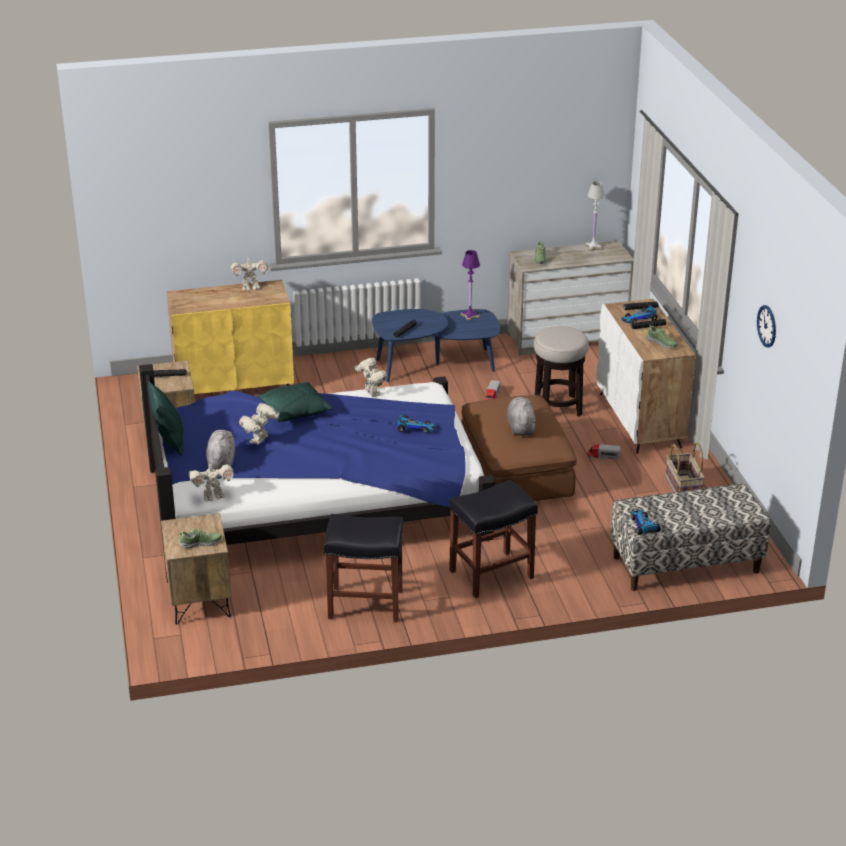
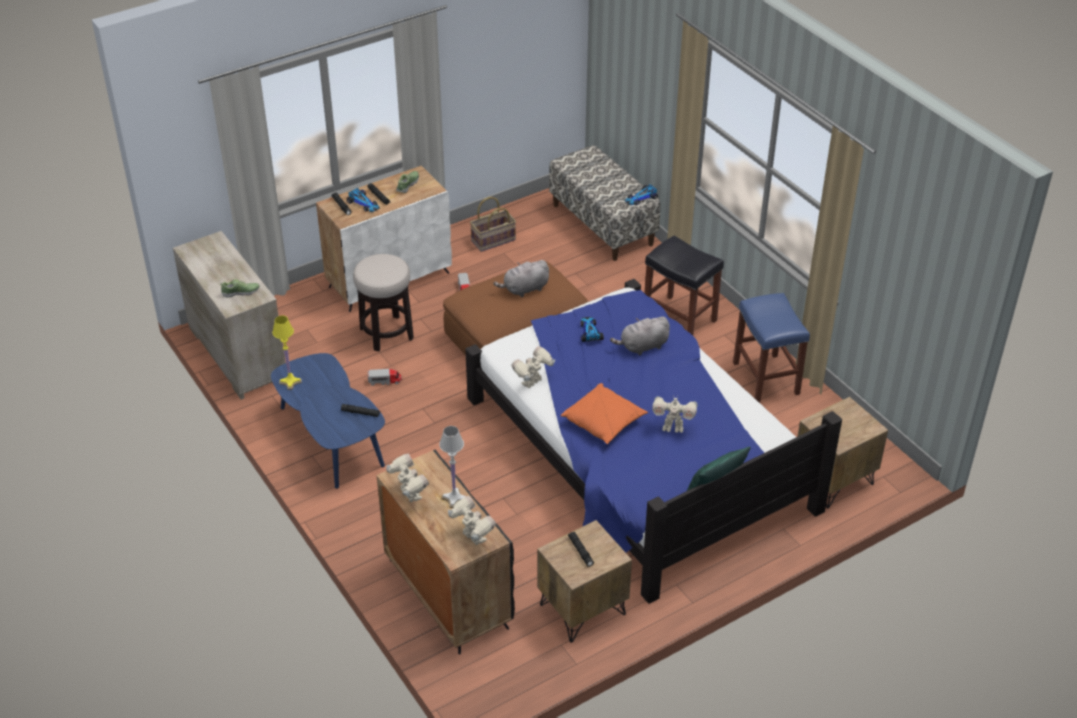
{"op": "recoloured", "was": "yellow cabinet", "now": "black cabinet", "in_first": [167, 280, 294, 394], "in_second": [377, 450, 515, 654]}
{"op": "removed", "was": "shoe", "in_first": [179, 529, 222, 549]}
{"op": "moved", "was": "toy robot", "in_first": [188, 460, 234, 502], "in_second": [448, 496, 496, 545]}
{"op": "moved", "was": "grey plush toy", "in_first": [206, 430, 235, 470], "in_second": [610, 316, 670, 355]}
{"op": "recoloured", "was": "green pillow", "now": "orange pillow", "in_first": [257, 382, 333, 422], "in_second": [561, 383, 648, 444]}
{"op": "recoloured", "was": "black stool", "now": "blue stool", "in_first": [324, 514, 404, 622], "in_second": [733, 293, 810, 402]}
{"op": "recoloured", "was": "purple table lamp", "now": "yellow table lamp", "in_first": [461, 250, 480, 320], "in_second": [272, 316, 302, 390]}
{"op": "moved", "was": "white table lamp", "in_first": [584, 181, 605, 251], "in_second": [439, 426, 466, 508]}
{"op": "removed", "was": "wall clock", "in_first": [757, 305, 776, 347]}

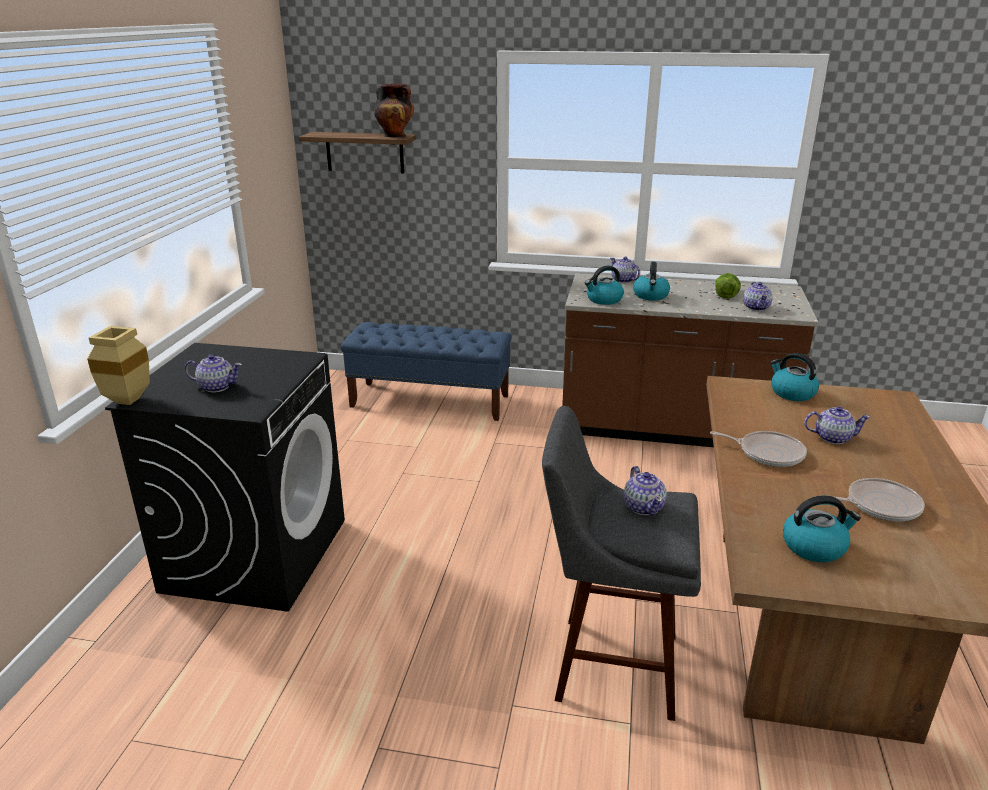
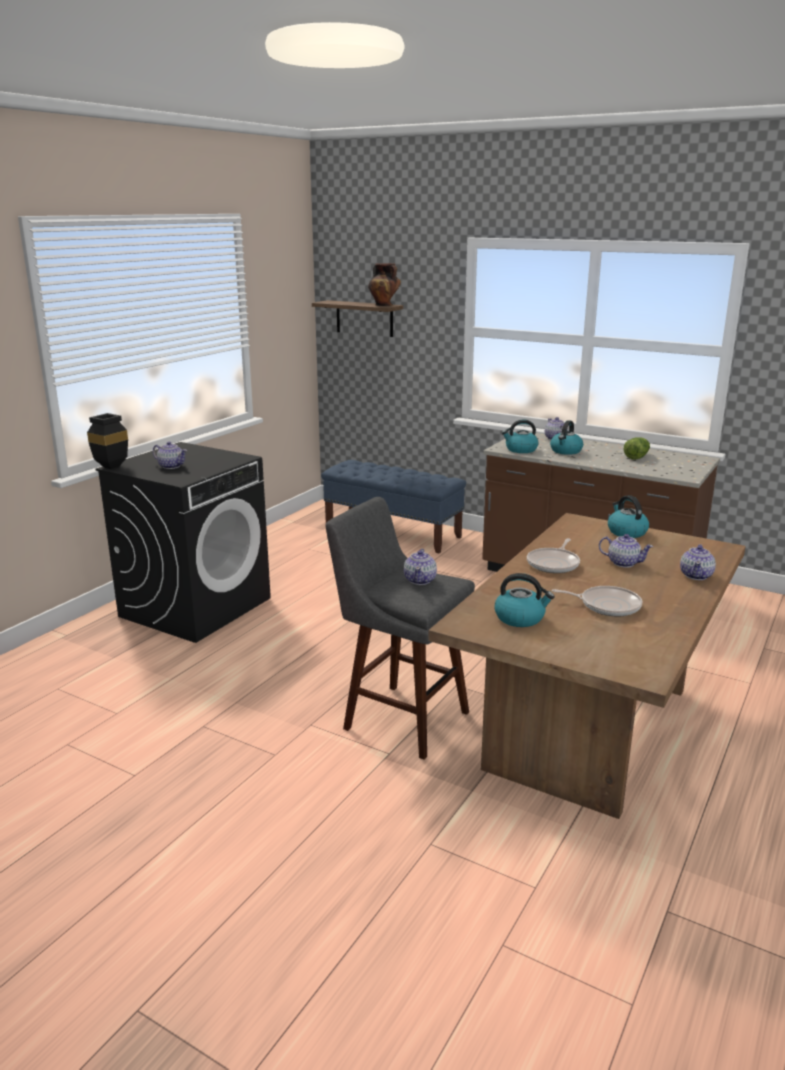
{"op": "recoloured", "was": "beige vase", "now": "black vase", "in_first": [87, 326, 150, 405], "in_second": [87, 413, 128, 469]}
{"op": "turned", "was": "frying pan", "in_first": [710, 431, 807, 467], "in_second": [527, 538, 580, 573], "clockwise": 75}
{"op": "moved", "was": "teapot", "in_first": [743, 282, 773, 311], "in_second": [680, 544, 716, 580]}

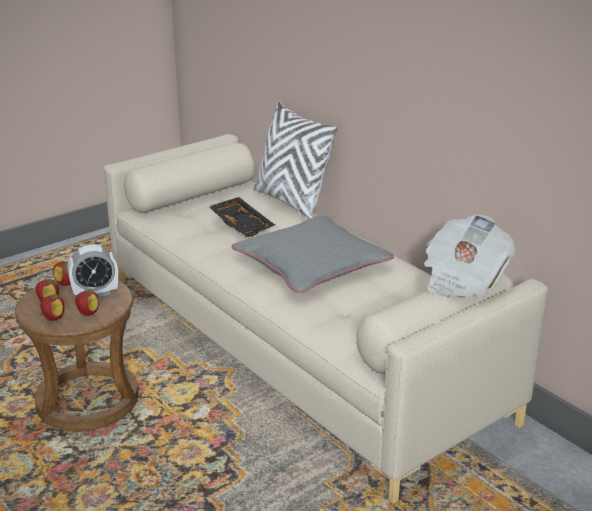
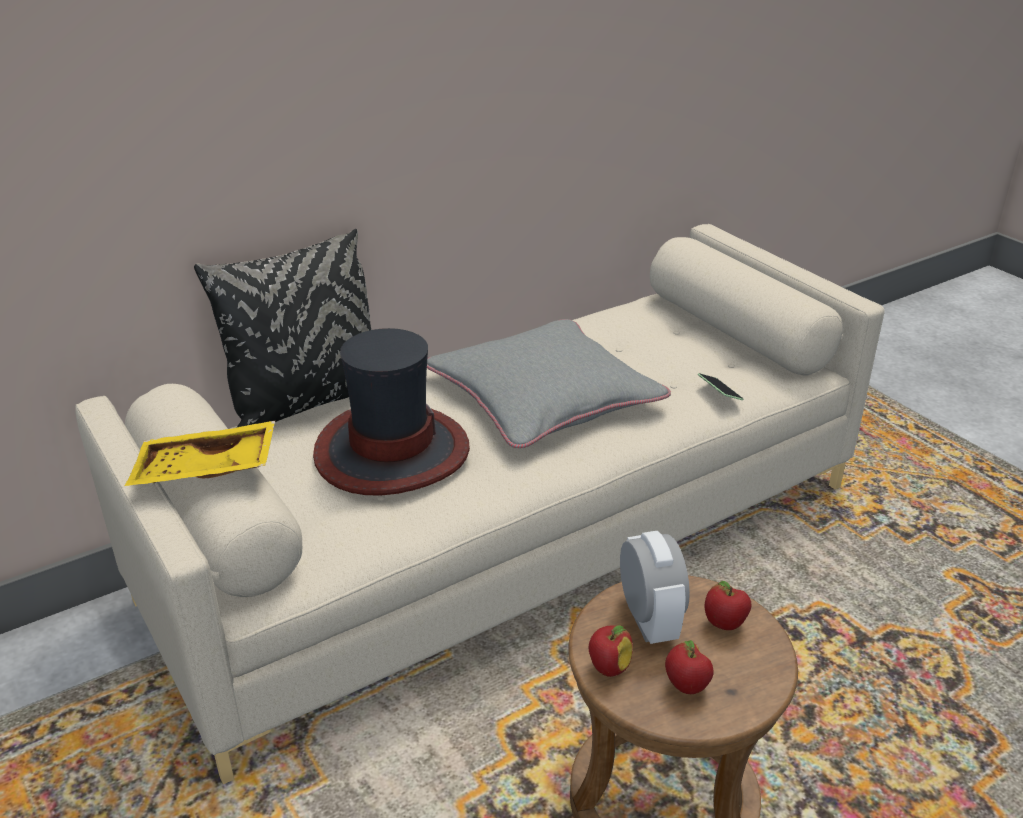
{"op": "removed", "was": "apple", "in_first": [40, 294, 64, 321]}
{"op": "replaced", "was": "black tray", "now": "hat", "in_first": [209, 197, 275, 237], "in_second": [313, 328, 470, 495]}
{"op": "recoloured", "was": "white pillow", "now": "black pillow", "in_first": [254, 102, 338, 219], "in_second": [194, 229, 372, 427]}
{"op": "removed", "was": "newspaper", "in_first": [424, 214, 515, 297]}
{"op": "added", "now": "yellow tray", "in_second": [125, 421, 275, 486]}
{"op": "added", "now": "phone", "in_second": [698, 373, 743, 400]}

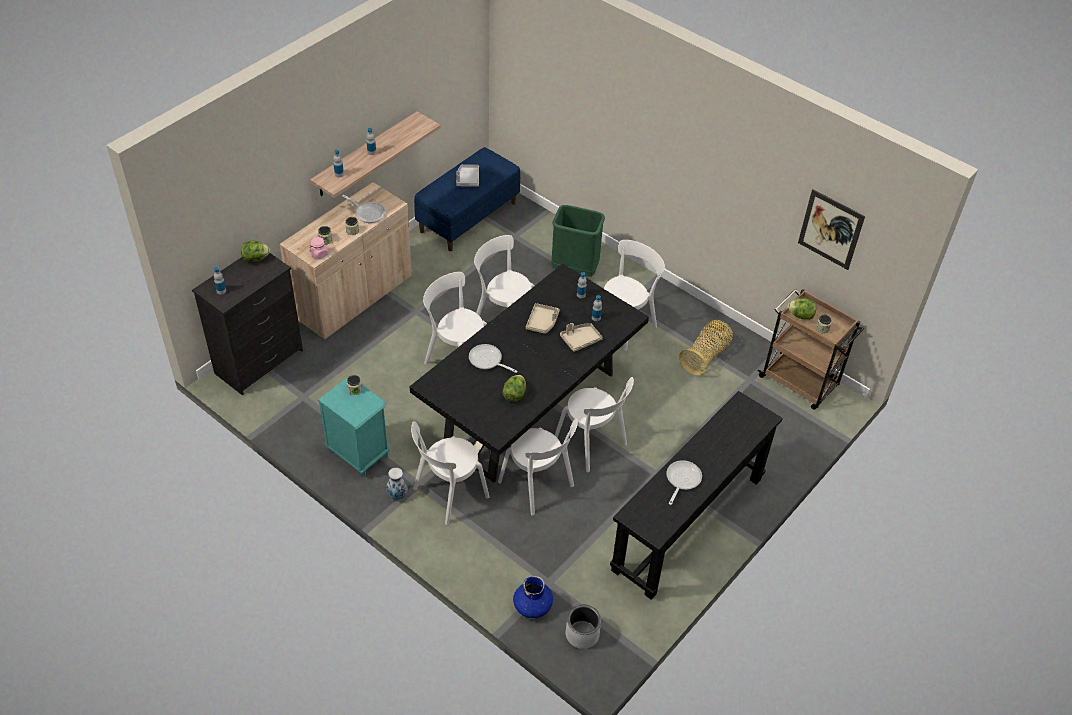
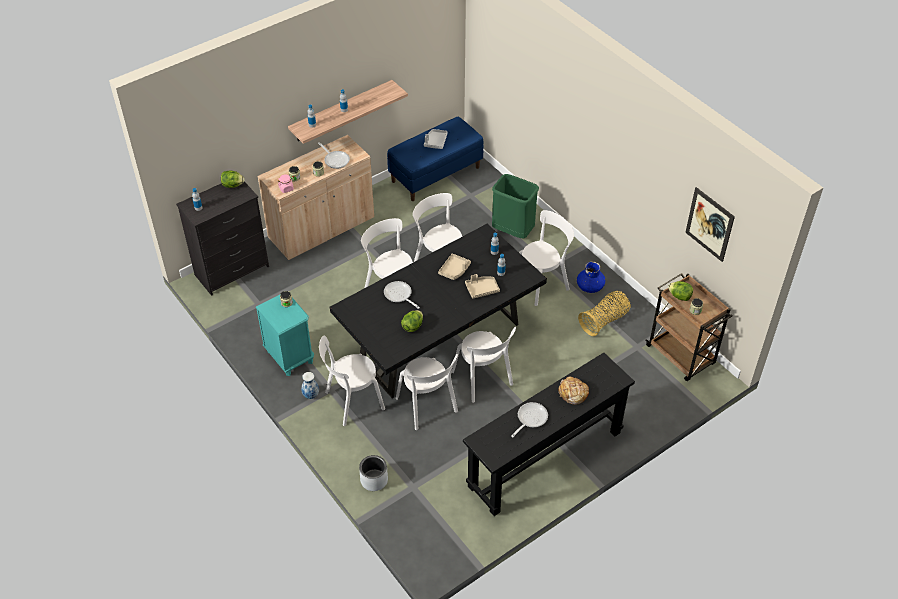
{"op": "moved", "was": "blue vase", "in_first": [513, 576, 553, 618], "in_second": [577, 262, 605, 293]}
{"op": "moved", "was": "grey planter", "in_first": [566, 605, 601, 649], "in_second": [359, 455, 388, 491]}
{"op": "added", "now": "bread", "in_second": [558, 376, 589, 405]}

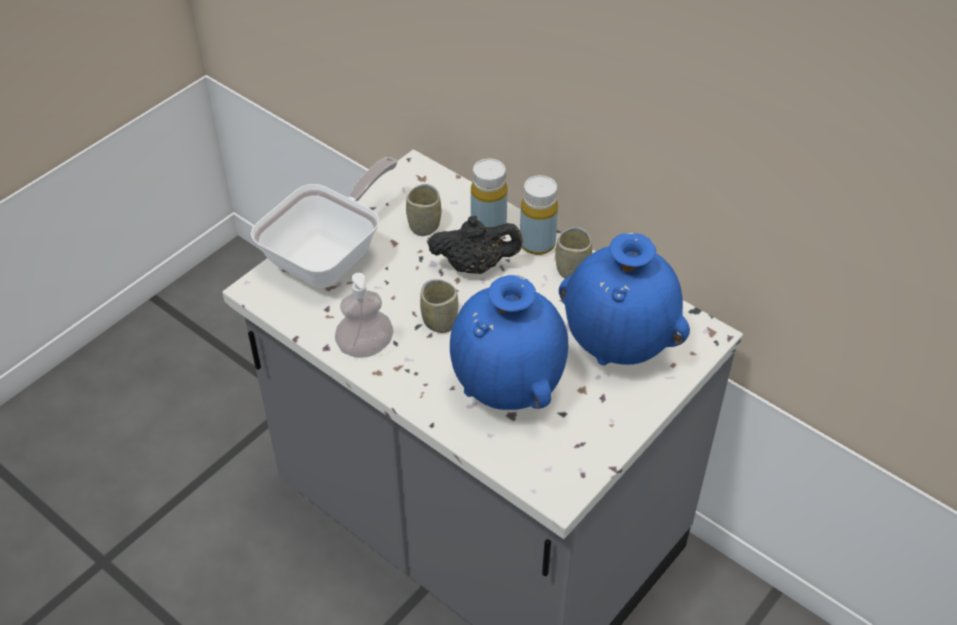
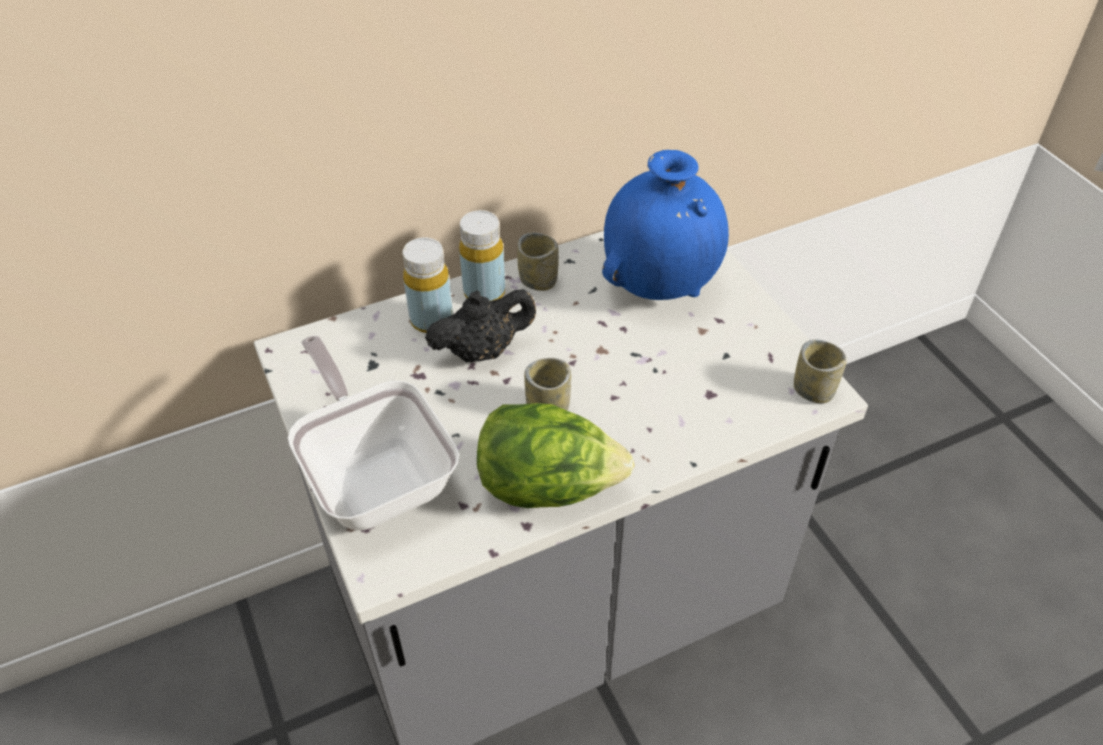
{"op": "replaced", "was": "soap dispenser", "now": "lettuce", "in_first": [335, 273, 394, 358], "in_second": [477, 403, 635, 508]}
{"op": "moved", "was": "cup", "in_first": [406, 184, 442, 236], "in_second": [794, 339, 847, 403]}
{"op": "turned", "was": "black teapot", "in_first": [428, 216, 523, 274], "in_second": [425, 289, 536, 363], "clockwise": 45}
{"op": "removed", "was": "blue vase", "in_first": [450, 275, 568, 410]}

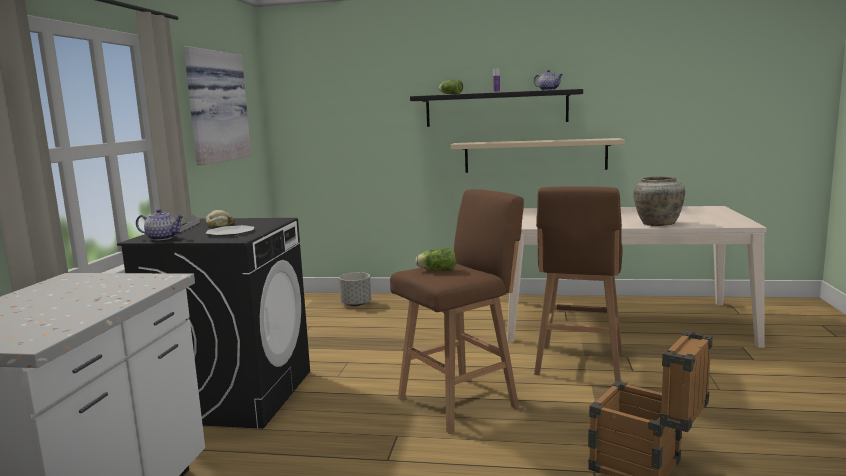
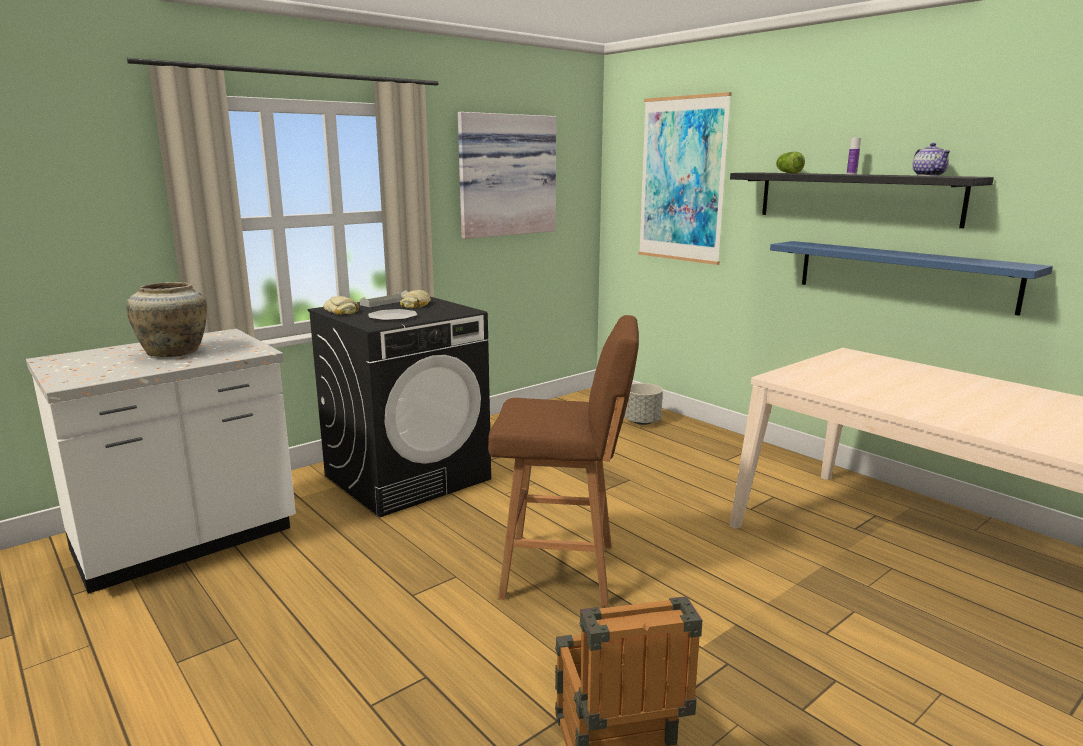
{"op": "replaced", "was": "teapot", "now": "bread", "in_first": [136, 209, 184, 241], "in_second": [323, 296, 359, 315]}
{"op": "removed", "was": "lettuce", "in_first": [416, 248, 456, 271]}
{"op": "recoloured", "was": "beige shelf", "now": "blue shelf", "in_first": [450, 138, 625, 173], "in_second": [770, 241, 1053, 316]}
{"op": "removed", "was": "brown stool", "in_first": [534, 186, 622, 382]}
{"op": "moved", "was": "beige vase", "in_first": [633, 177, 685, 226], "in_second": [126, 282, 207, 357]}
{"op": "added", "now": "picture", "in_second": [638, 92, 732, 265]}

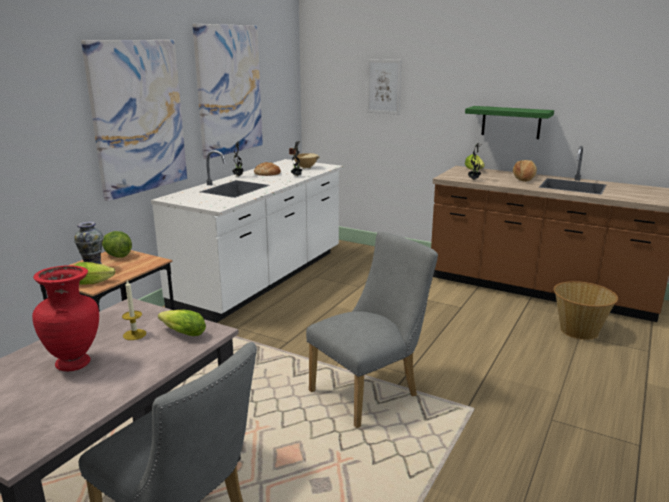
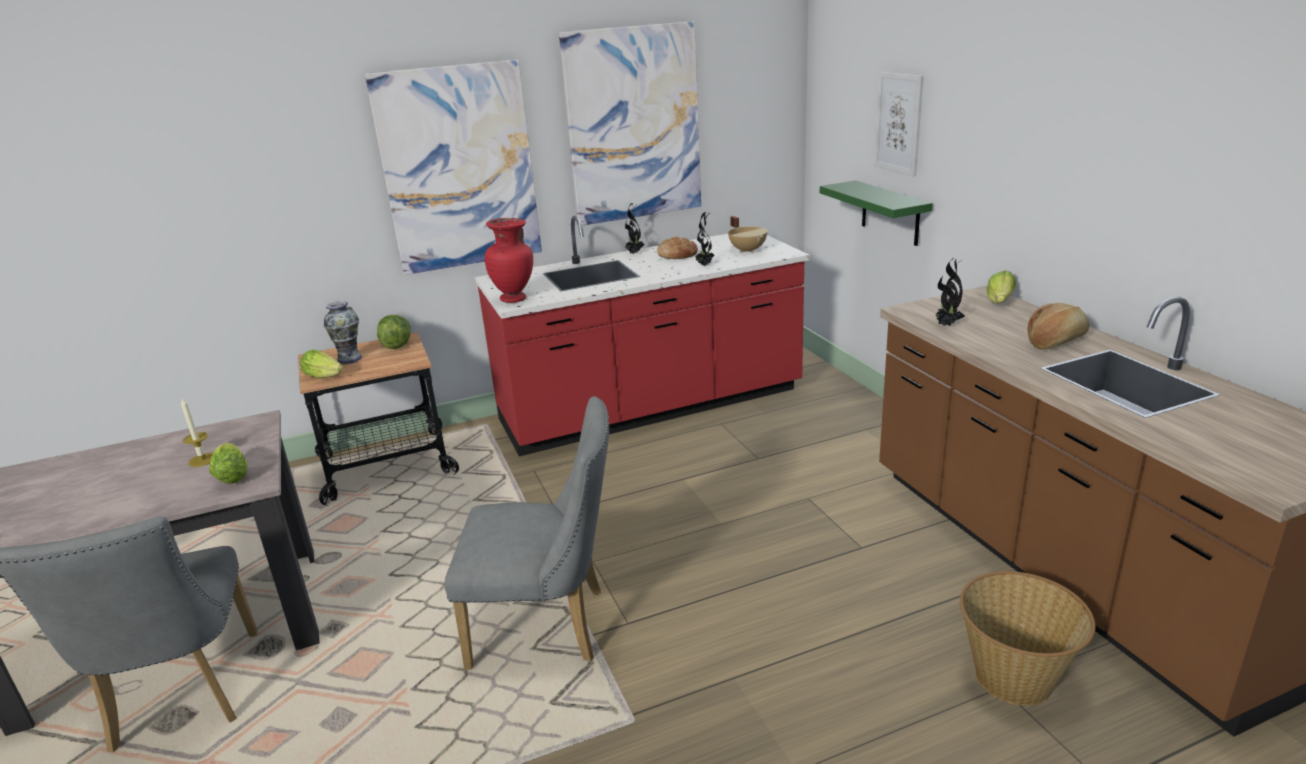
{"op": "moved", "was": "red vase", "in_first": [32, 265, 99, 371], "in_second": [485, 218, 533, 303]}
{"op": "recoloured", "was": "white counter", "now": "red counter", "in_first": [151, 150, 343, 323], "in_second": [475, 216, 810, 456]}
{"op": "moved", "was": "green shelf", "in_first": [465, 106, 554, 139], "in_second": [820, 180, 933, 246]}

